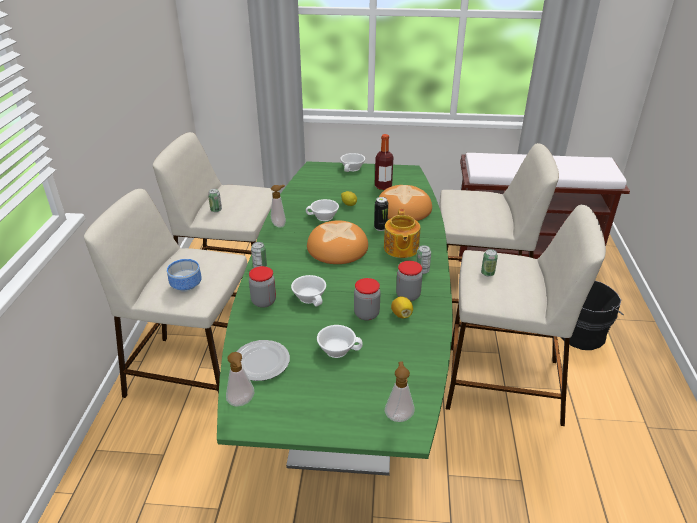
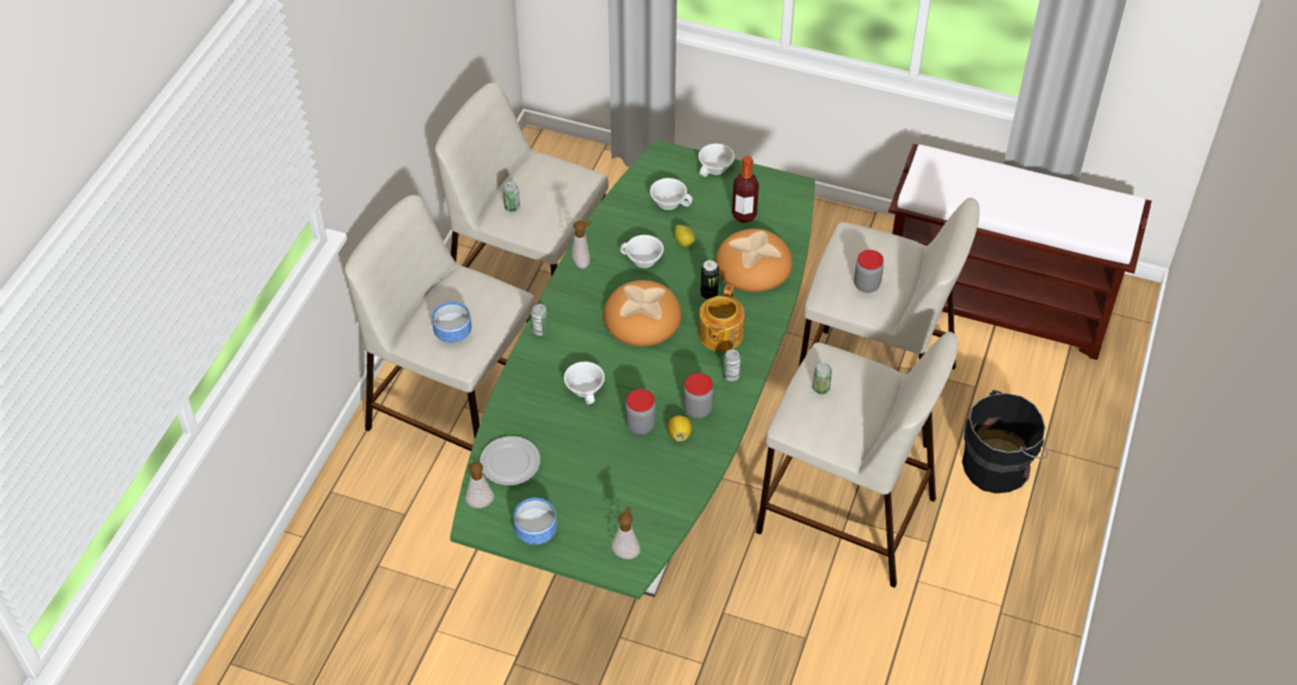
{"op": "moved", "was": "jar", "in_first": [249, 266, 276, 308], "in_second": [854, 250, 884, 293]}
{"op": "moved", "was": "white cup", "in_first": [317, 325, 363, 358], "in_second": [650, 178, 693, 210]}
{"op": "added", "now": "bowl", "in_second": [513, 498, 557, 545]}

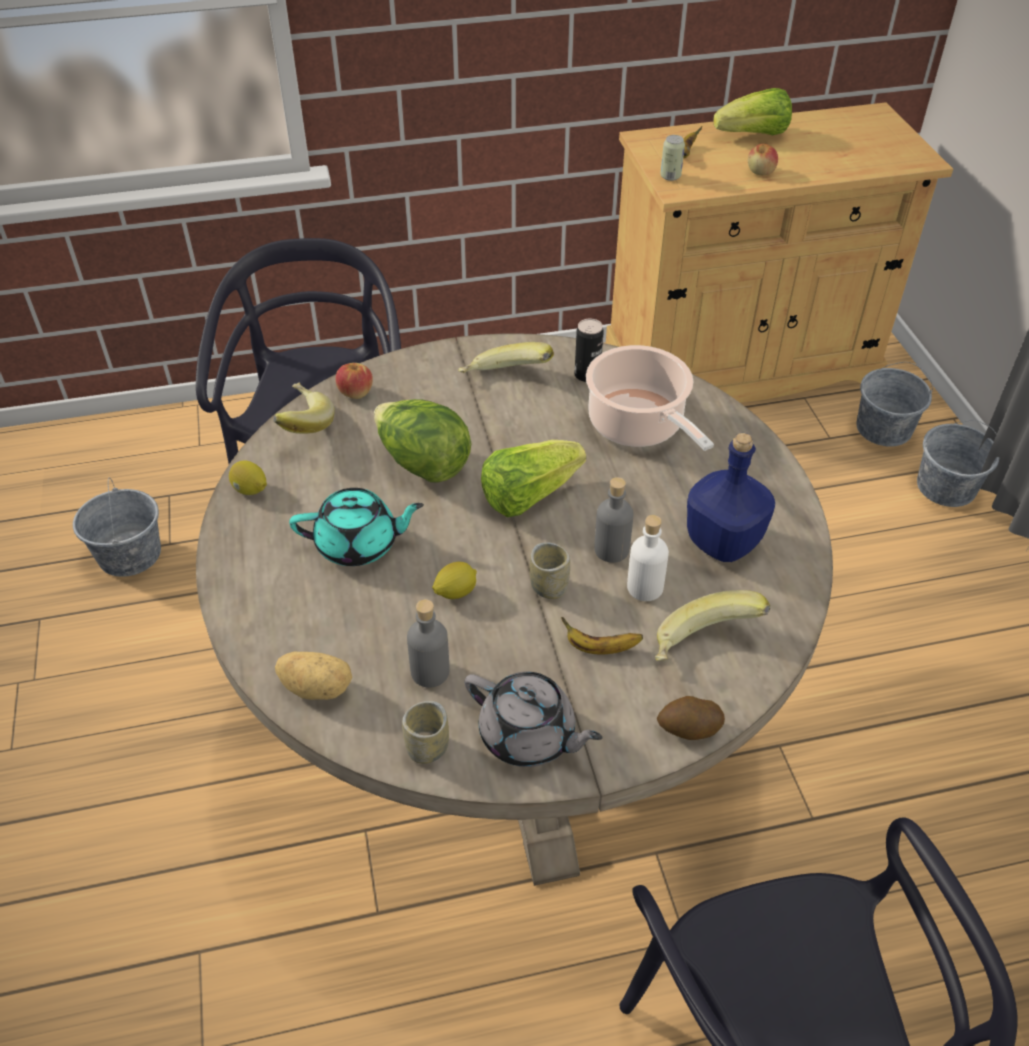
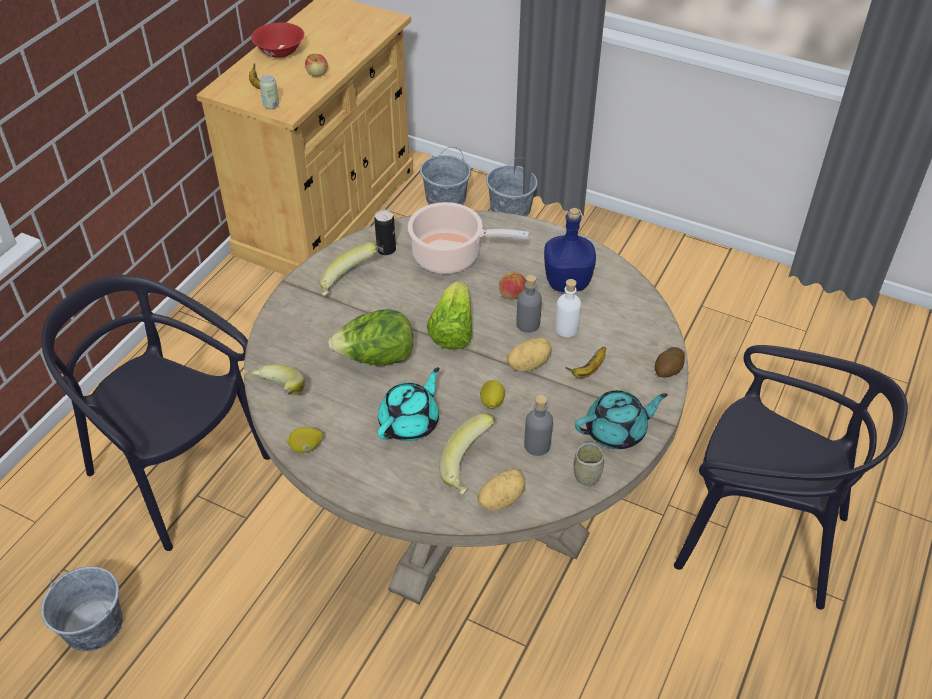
{"op": "moved", "was": "apple", "in_first": [335, 363, 373, 399], "in_second": [499, 272, 526, 299]}
{"op": "recoloured", "was": "grey teapot", "now": "turquoise teapot", "in_first": [464, 671, 602, 767], "in_second": [575, 390, 668, 449]}
{"op": "replaced", "was": "cup", "now": "potato", "in_first": [530, 542, 570, 599], "in_second": [507, 337, 552, 371]}
{"op": "moved", "was": "banana", "in_first": [655, 590, 770, 661], "in_second": [439, 414, 495, 495]}
{"op": "replaced", "was": "lettuce", "now": "red bowl", "in_first": [713, 88, 792, 135], "in_second": [251, 22, 304, 58]}

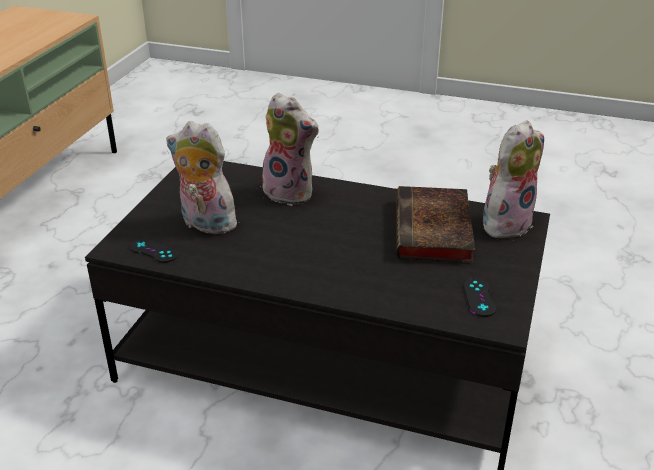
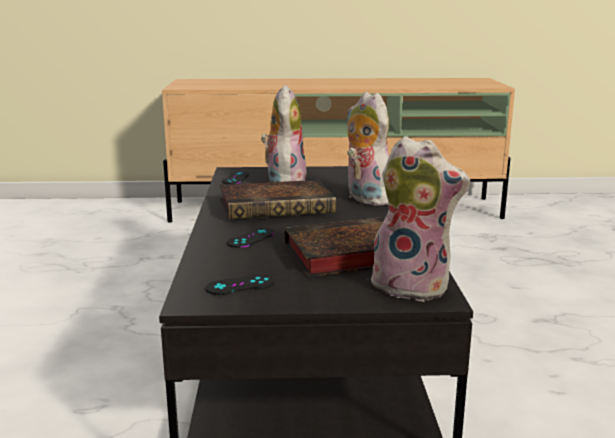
{"op": "turned", "was": "plush toy", "in_first": [263, 93, 319, 206], "in_second": [347, 92, 389, 205], "clockwise": 135}
{"op": "added", "now": "book", "in_second": [219, 180, 336, 219]}
{"op": "added", "now": "black game controller", "in_second": [227, 228, 274, 248]}

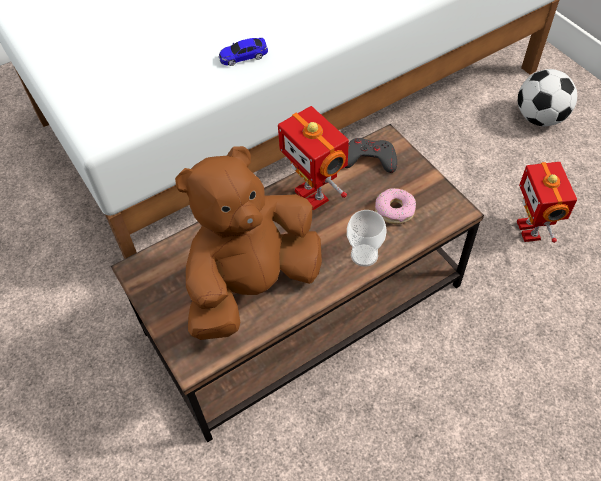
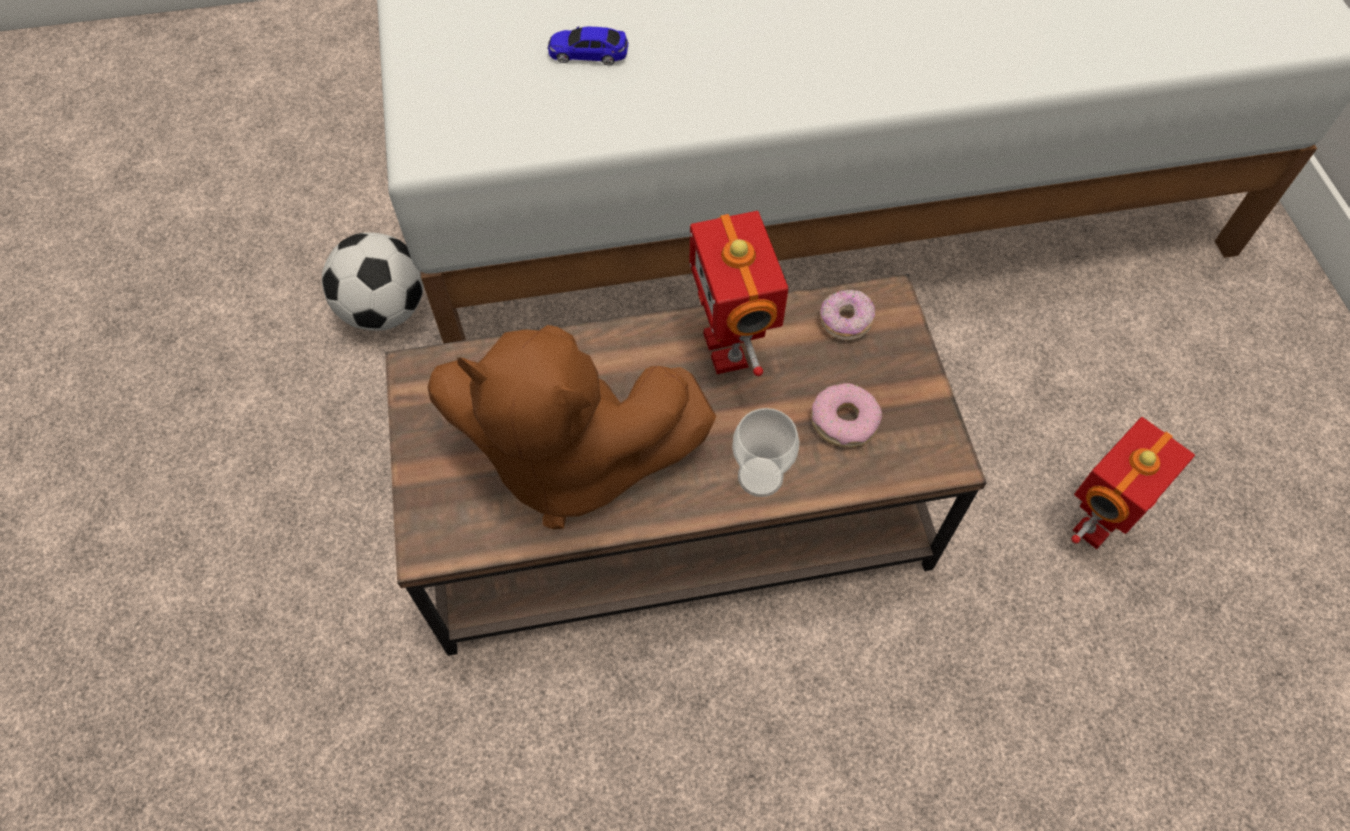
{"op": "turned", "was": "brown plush toy", "in_first": [175, 146, 322, 340], "in_second": [427, 325, 716, 529], "clockwise": -150}
{"op": "moved", "was": "toy car", "in_first": [219, 38, 268, 66], "in_second": [547, 26, 628, 66]}
{"op": "replaced", "was": "grey game controller", "now": "donut", "in_first": [344, 138, 397, 173], "in_second": [820, 290, 875, 341]}
{"op": "turned", "was": "toy robot", "in_first": [517, 162, 577, 243], "in_second": [1071, 417, 1195, 549], "clockwise": -150}
{"op": "moved", "was": "football", "in_first": [518, 69, 577, 126], "in_second": [322, 232, 424, 331]}

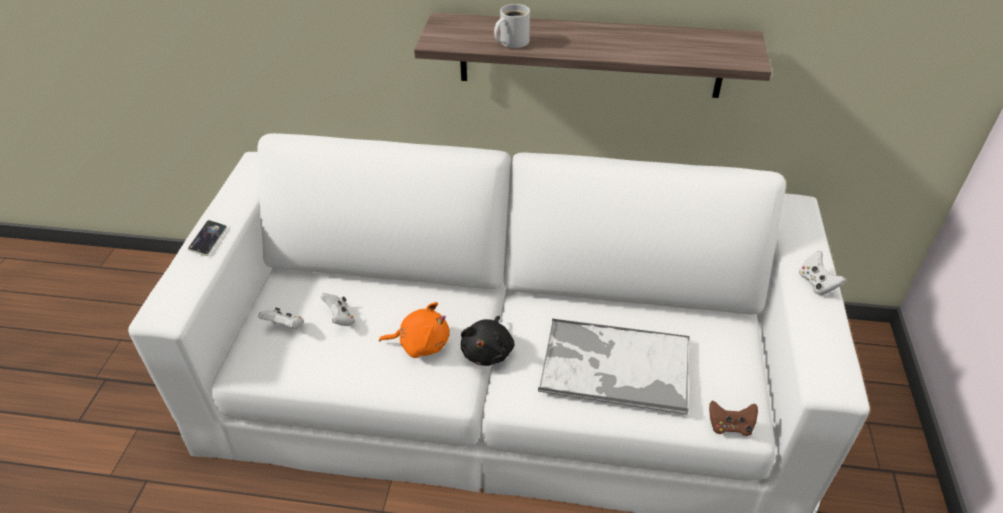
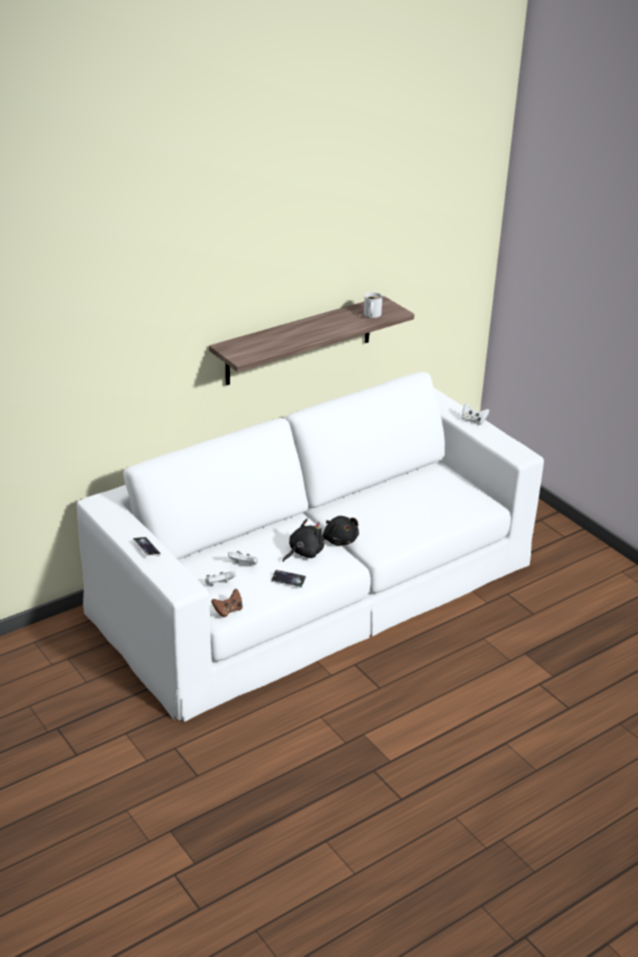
{"op": "recoloured", "was": "orange plush toy", "now": "black plush toy", "in_first": [379, 302, 450, 358], "in_second": [283, 519, 324, 562]}
{"op": "moved", "was": "white mug", "in_first": [494, 4, 530, 48], "in_second": [364, 292, 382, 318]}
{"op": "removed", "was": "tray", "in_first": [538, 319, 690, 414]}
{"op": "moved", "was": "brown game controller", "in_first": [709, 401, 758, 436], "in_second": [211, 589, 243, 617]}
{"op": "added", "now": "phone", "in_second": [271, 570, 306, 588]}

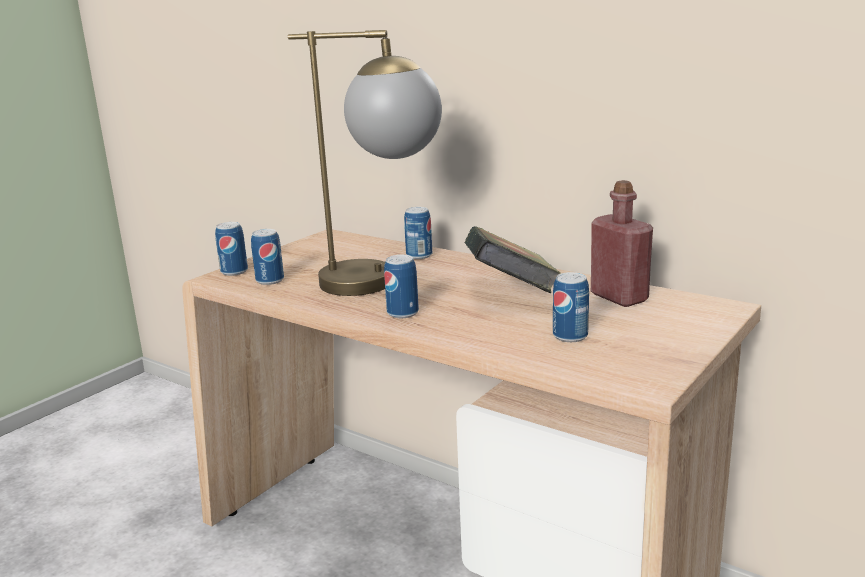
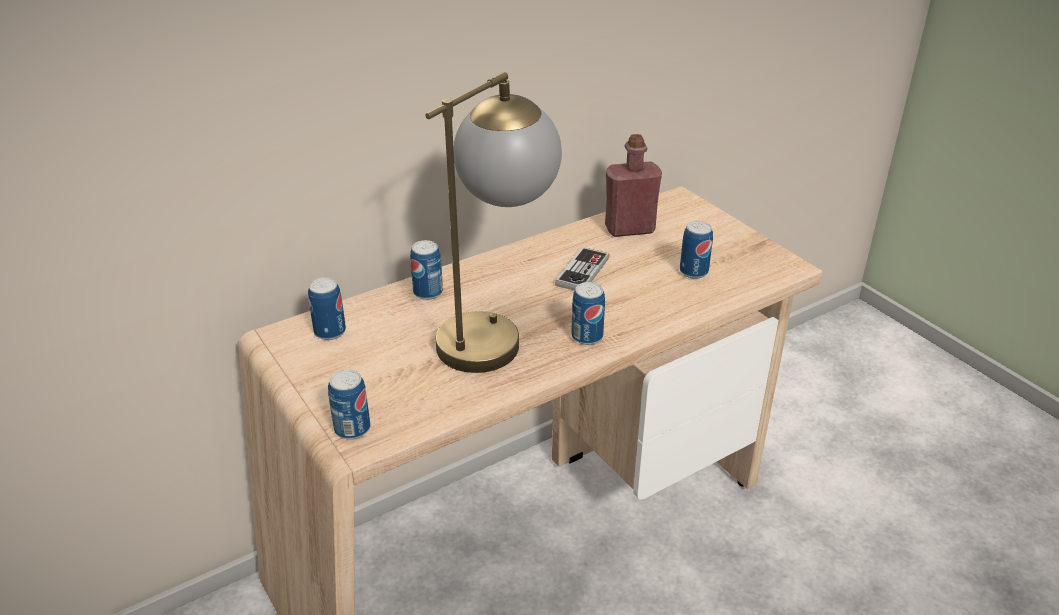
{"op": "moved", "was": "can", "in_first": [251, 229, 284, 285], "in_second": [308, 277, 346, 340]}
{"op": "replaced", "was": "book", "now": "game controller", "in_first": [465, 226, 561, 293], "in_second": [555, 247, 609, 291]}

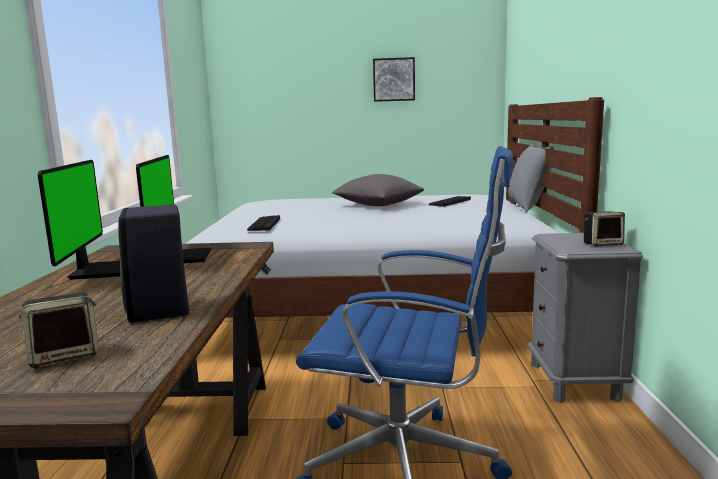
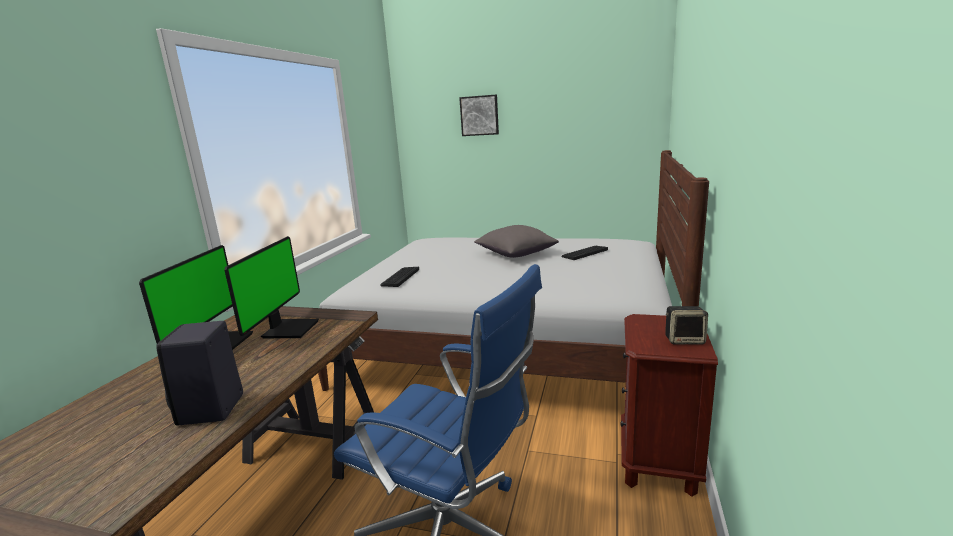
{"op": "removed", "was": "speaker", "in_first": [19, 293, 99, 368]}
{"op": "moved", "was": "picture", "in_first": [373, 57, 415, 102], "in_second": [459, 95, 499, 136]}
{"op": "removed", "was": "grey pillow", "in_first": [508, 142, 554, 213]}
{"op": "recoloured", "was": "grey nightstand", "now": "brown nightstand", "in_first": [528, 233, 643, 403], "in_second": [620, 314, 718, 497]}

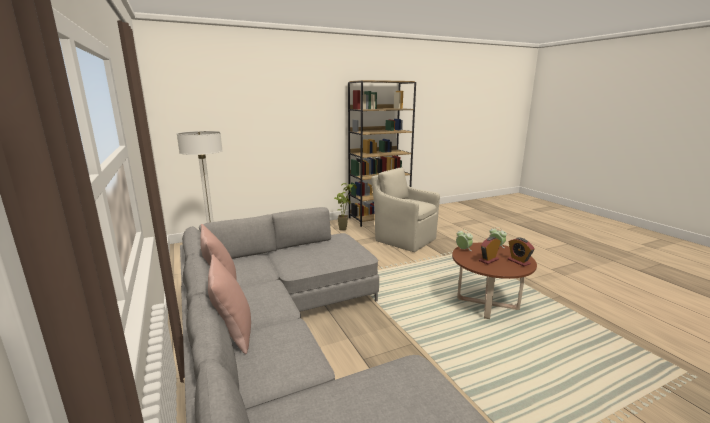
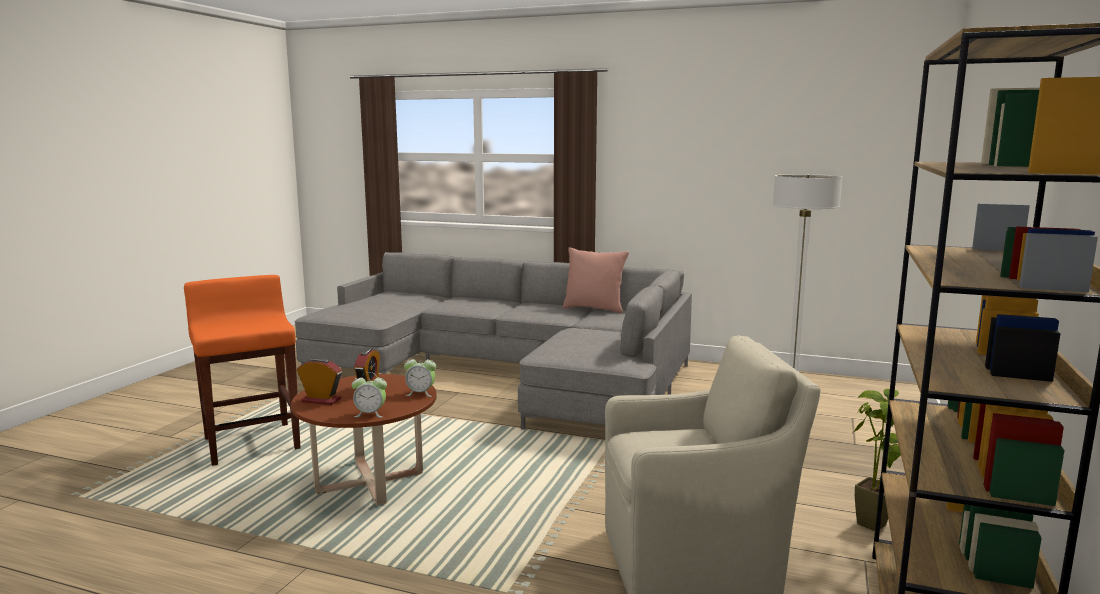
{"op": "removed", "was": "pink pillow", "in_first": [208, 254, 251, 354]}
{"op": "added", "now": "orange stool", "in_second": [184, 275, 301, 466]}

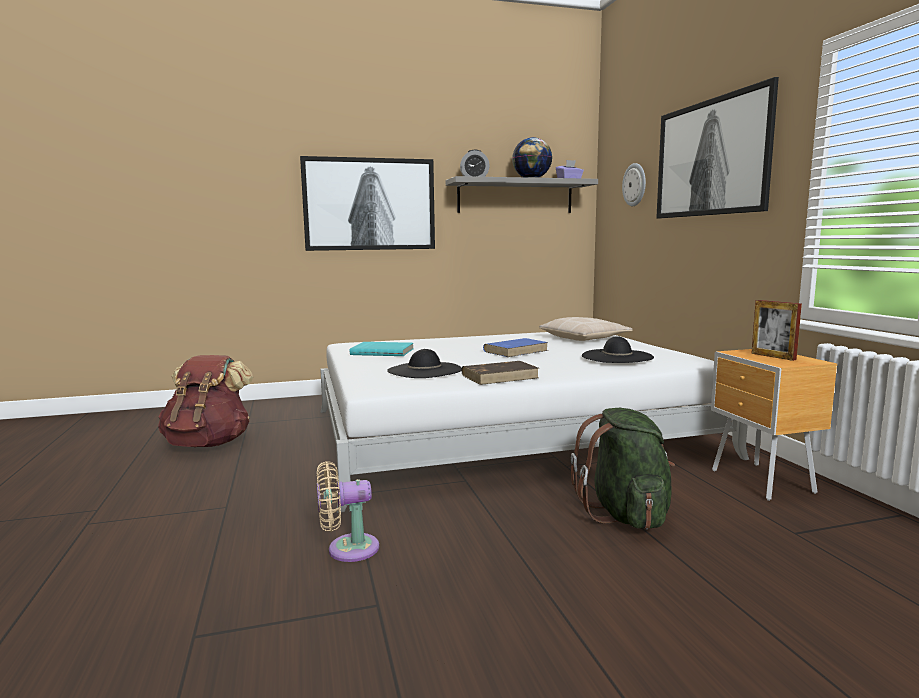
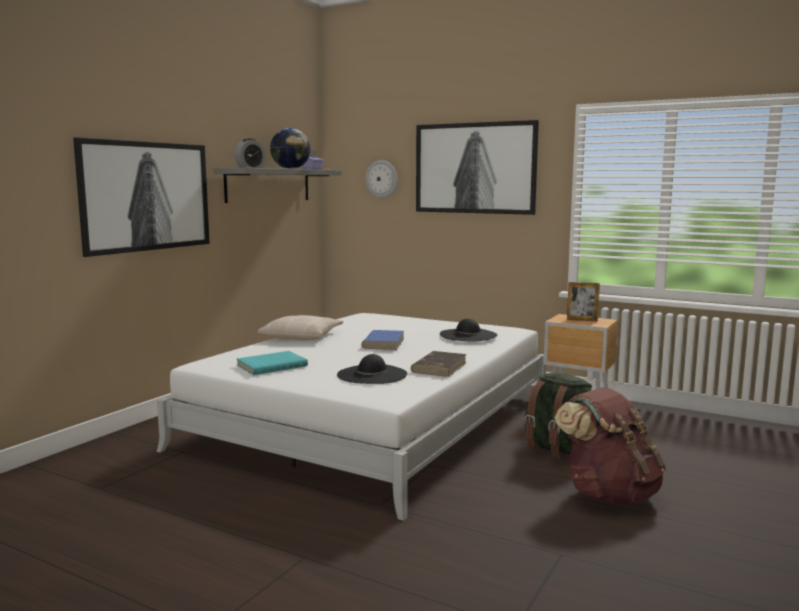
{"op": "moved", "was": "brown backpack", "in_first": [158, 355, 253, 447], "in_second": [555, 387, 666, 504]}
{"op": "removed", "was": "beige fan", "in_first": [317, 461, 379, 562]}
{"op": "moved", "was": "beige pillow", "in_first": [539, 317, 633, 341], "in_second": [258, 315, 343, 340]}

